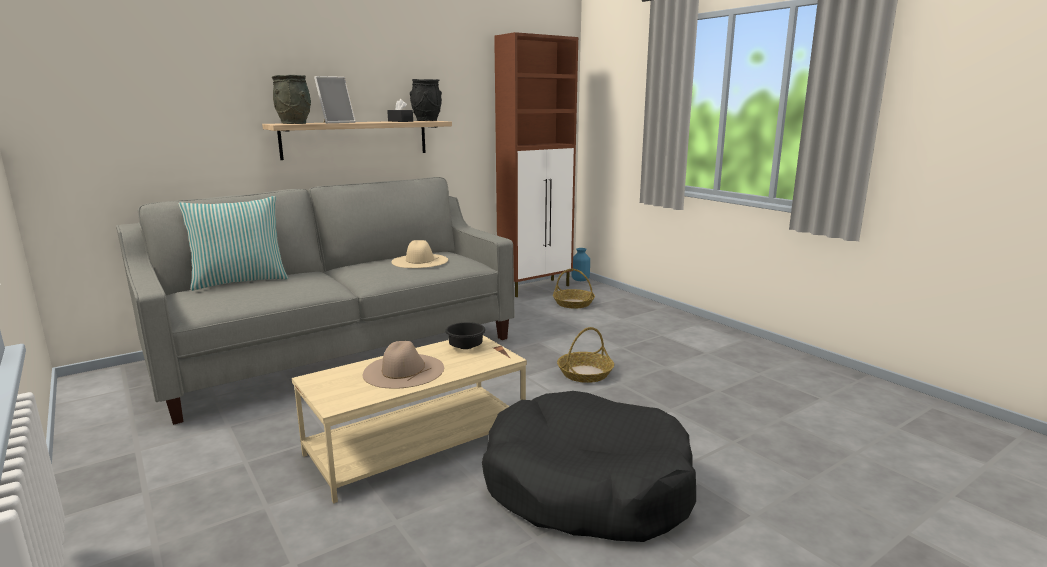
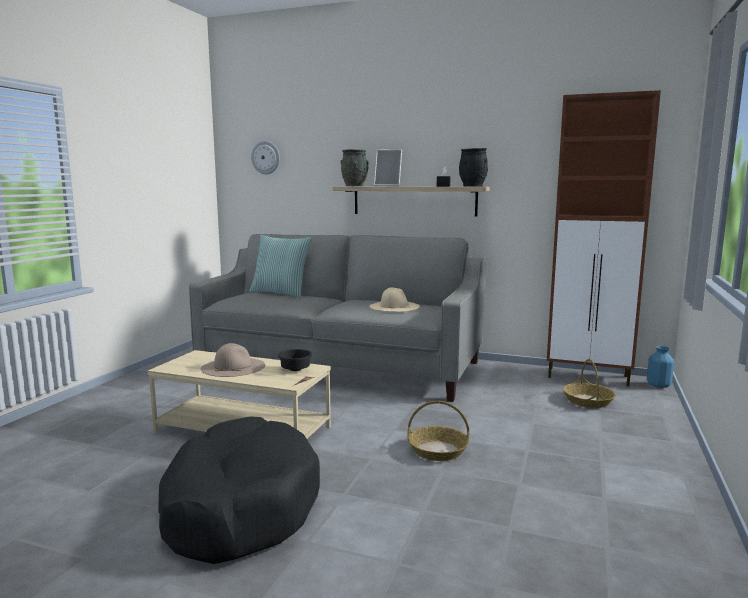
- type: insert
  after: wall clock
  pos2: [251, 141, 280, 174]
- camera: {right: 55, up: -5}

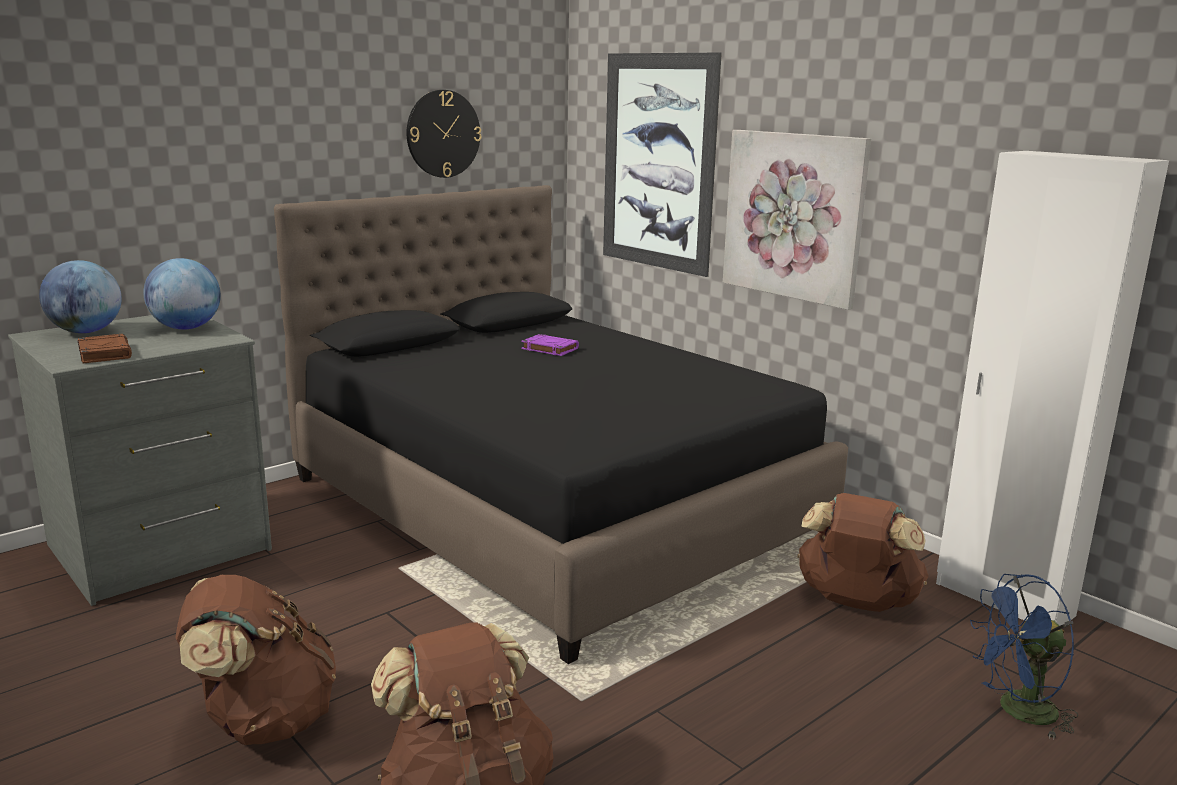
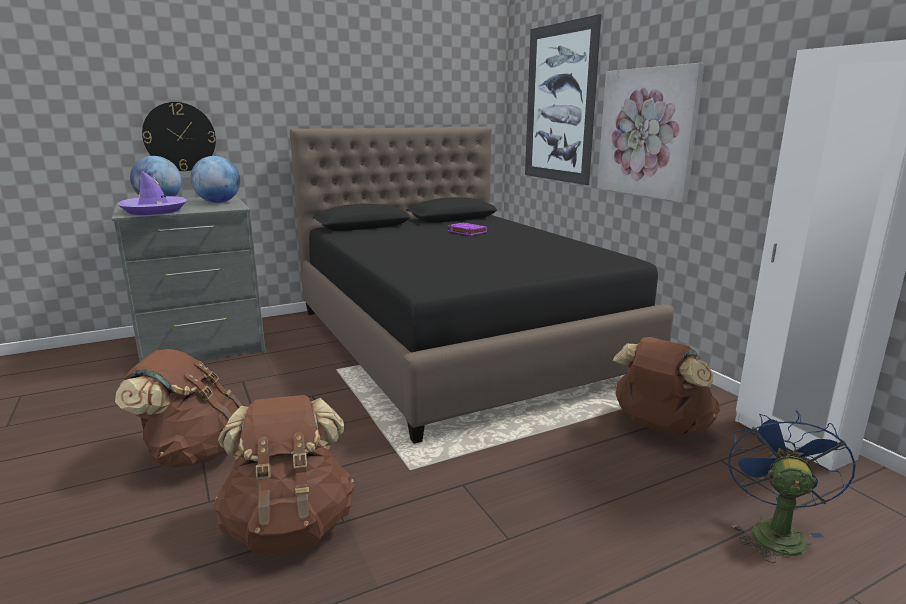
- type: move
  before: wall clock
  pos1: [407, 90, 482, 178]
  pos2: [142, 102, 216, 171]
- type: replace
  before: brown book
  after: purple hat
  pos1: [77, 334, 132, 363]
  pos2: [117, 170, 187, 215]
- type: rotate
  before: blue fan
  pos1: [970, 574, 1078, 740]
  pos2: [728, 410, 856, 563]
  turn: 105
- camera: {right: 15, up: 0}

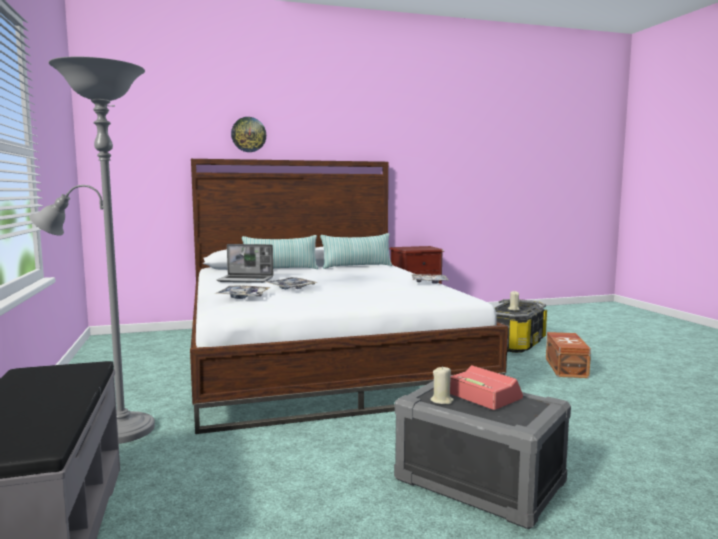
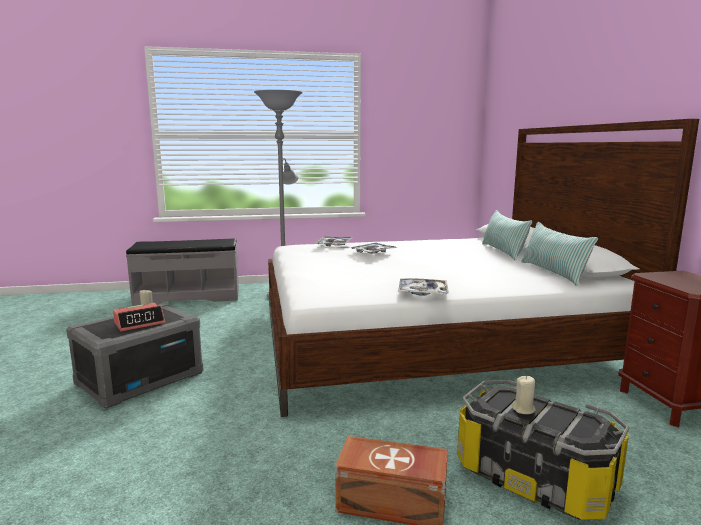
- type: delete
  before: laptop
  pos1: [217, 244, 273, 283]
- type: delete
  before: wall clock
  pos1: [231, 117, 266, 152]
- camera: {right: 95, up: 5}

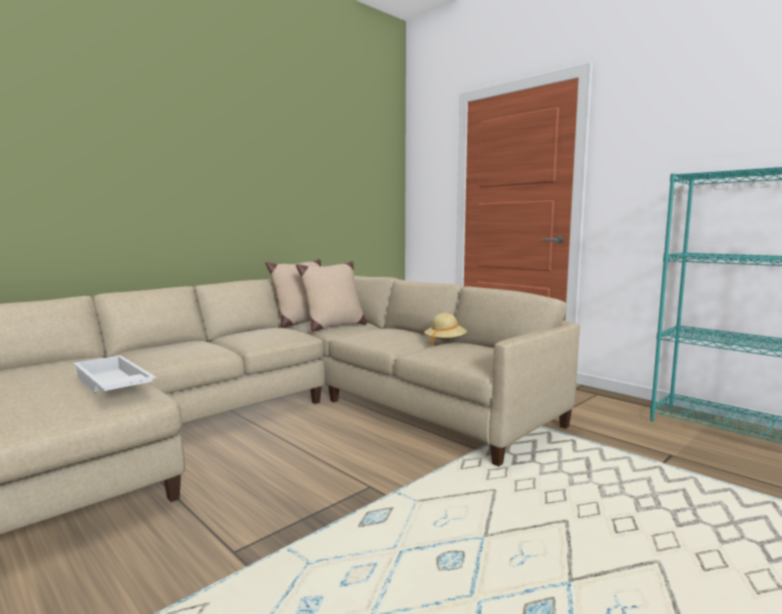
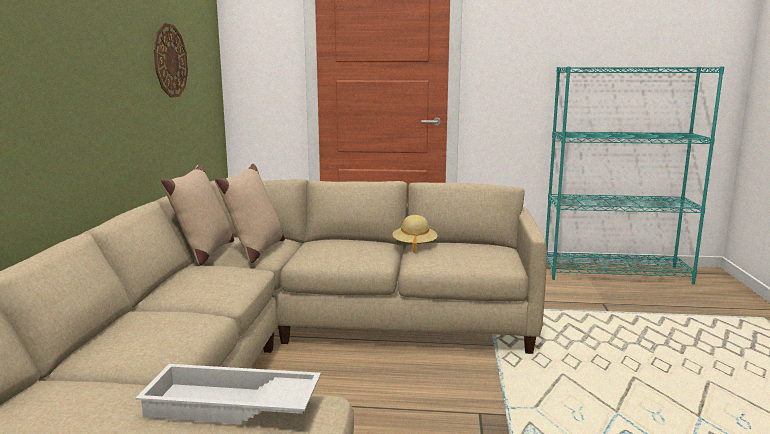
- type: insert
  after: wall clock
  pos2: [154, 23, 188, 98]
- camera: {right: -40, up: 5}

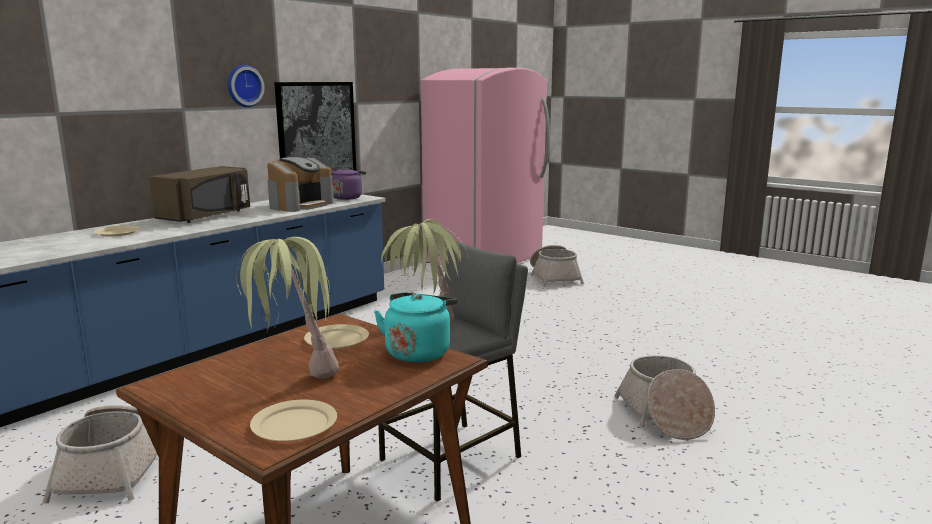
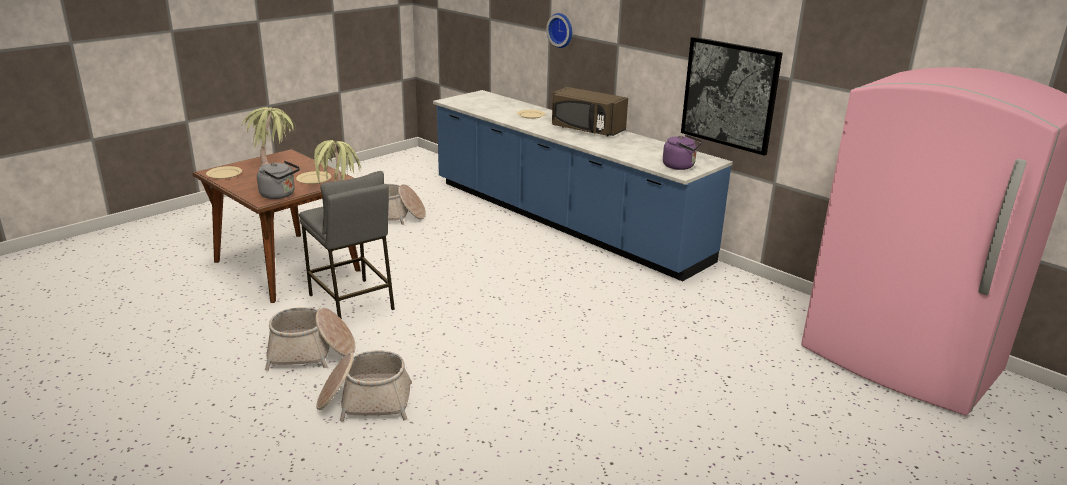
- type: delete
  before: coffee machine
  pos1: [267, 157, 334, 212]
- type: move
  before: wall clock
  pos1: [227, 65, 265, 107]
  pos2: [546, 13, 572, 48]
- type: move
  before: basket
  pos1: [530, 245, 584, 287]
  pos2: [265, 307, 355, 371]
- type: recolor
  before: turquoise kettle
  after: grey kettle
  pos1: [374, 292, 458, 363]
  pos2: [257, 160, 300, 199]
- camera: {right: 95, up: 10}

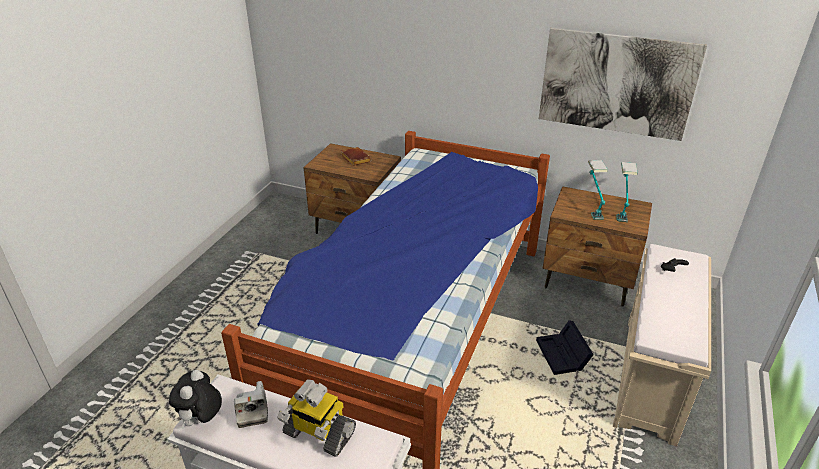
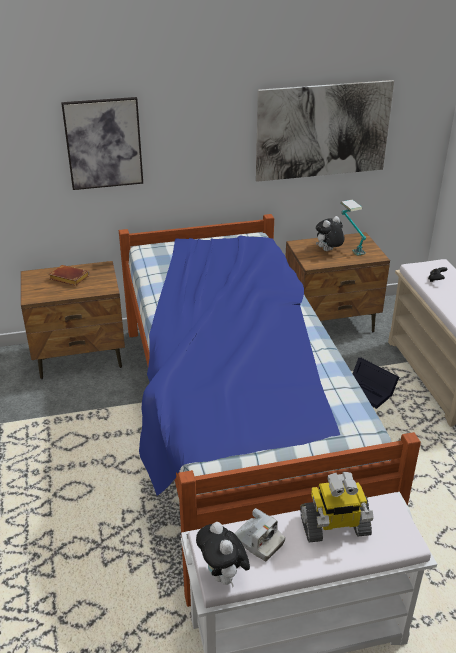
- type: insert
  after: picture
  pos2: [61, 97, 143, 190]
- type: replace
  before: table lamp
  after: plush toy
  pos1: [588, 160, 608, 220]
  pos2: [316, 216, 344, 251]
- camera: {right: -35, up: 0}

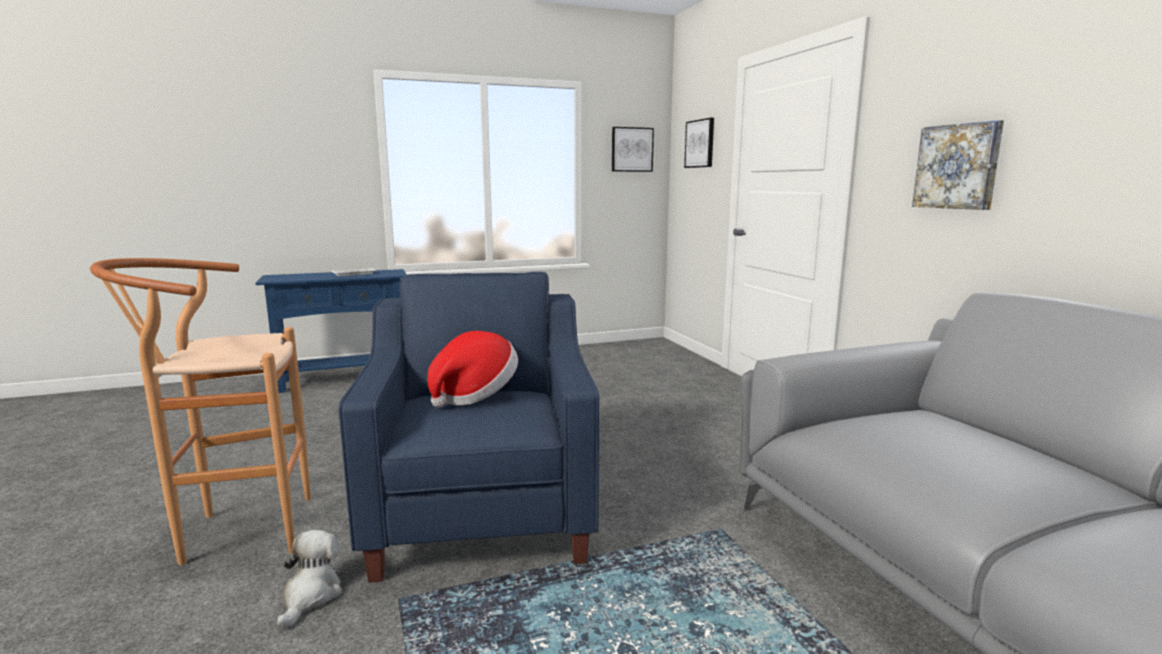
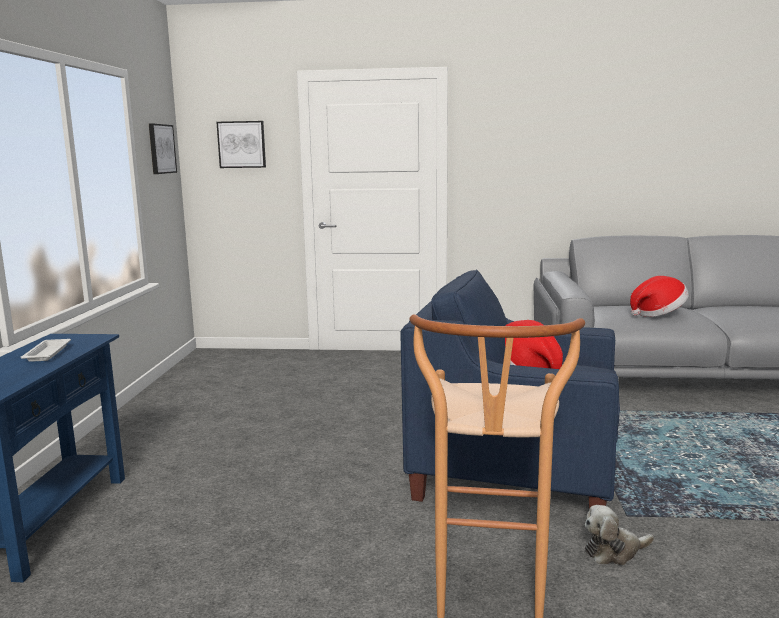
- type: delete
  before: picture
  pos1: [912, 120, 1004, 210]
- type: insert
  after: hat
  pos2: [630, 276, 689, 317]
- type: rotate
  before: plush toy
  pos1: [277, 530, 342, 629]
  pos2: [584, 505, 654, 565]
  turn: -45
- camera: {right: -65, up: 0}

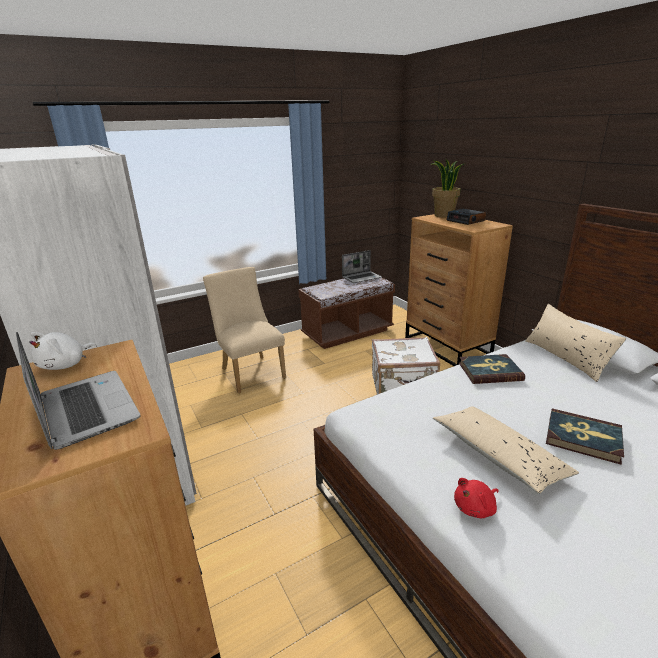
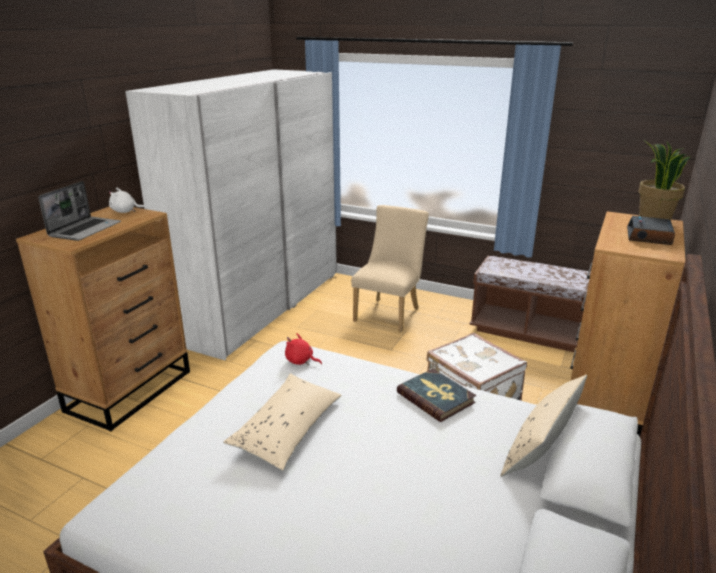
- type: delete
  before: laptop
  pos1: [342, 250, 382, 283]
- type: delete
  before: book
  pos1: [546, 408, 624, 465]
- type: move
  before: red plush toy
  pos1: [454, 478, 499, 518]
  pos2: [285, 333, 322, 365]
- camera: {right: 55, up: 0}

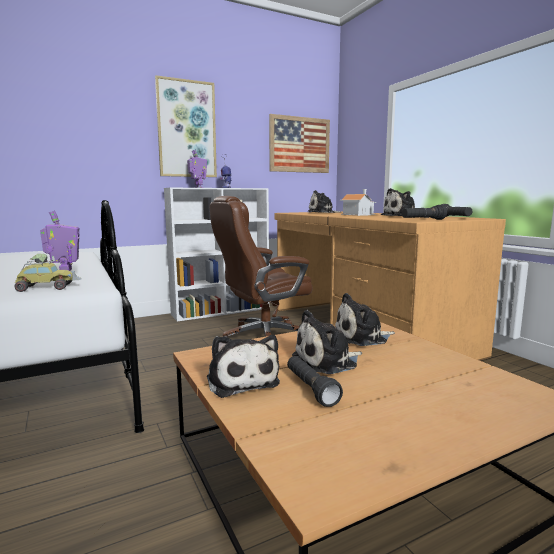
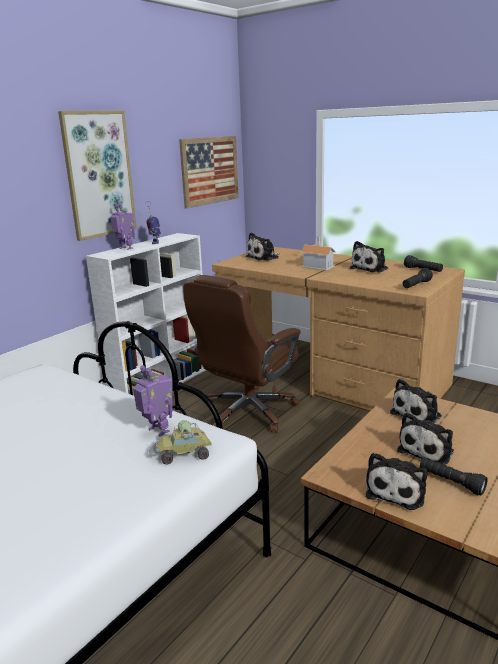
- type: rotate
  before: toy car
  pos1: [14, 254, 82, 292]
  pos2: [149, 420, 212, 464]
  turn: -150
- type: rotate
  before: plush toy
  pos1: [207, 335, 280, 398]
  pos2: [366, 452, 427, 510]
  turn: 75
- camera: {right: -25, up: 10}

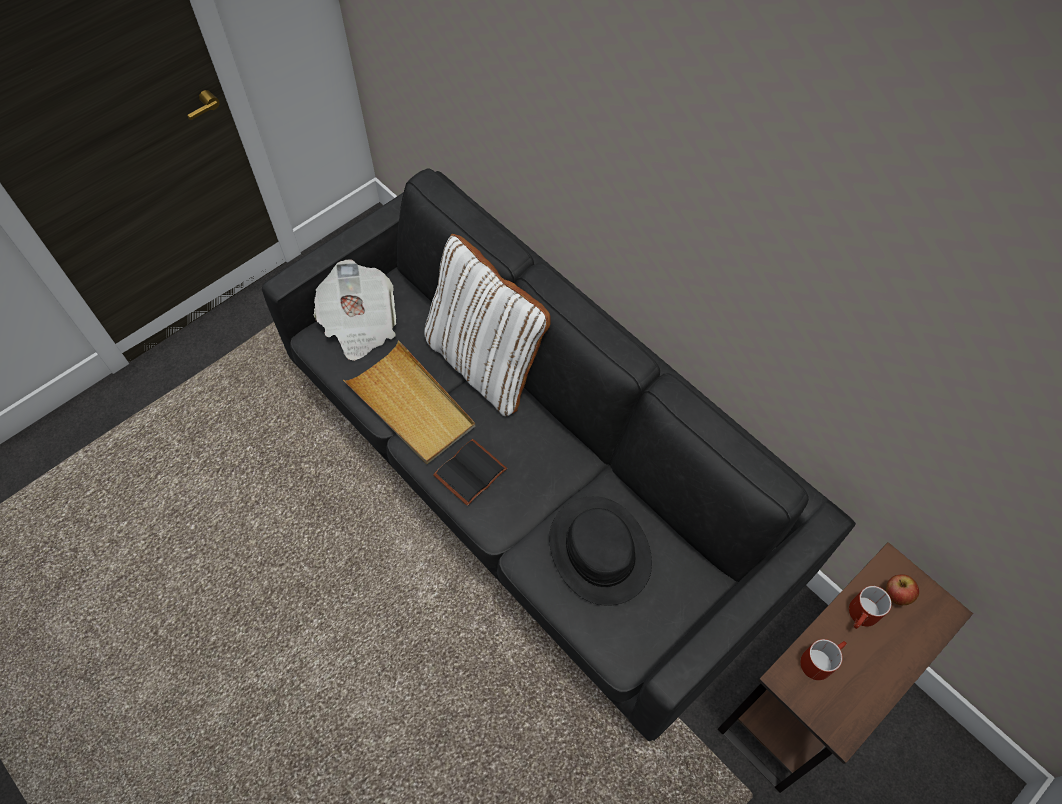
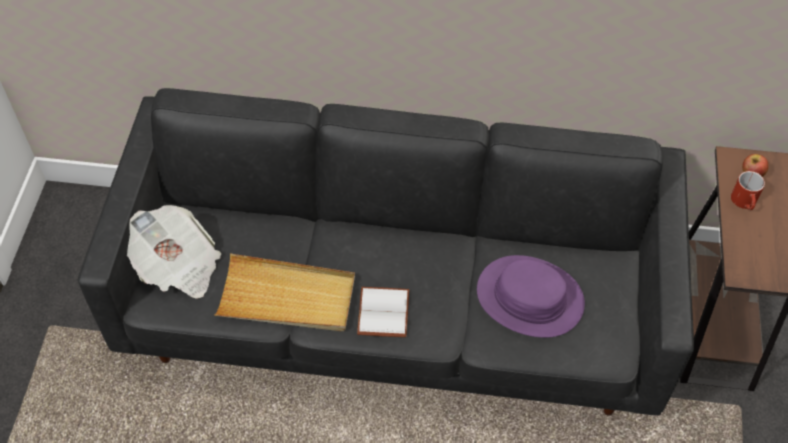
- type: delete
  before: white pillow
  pos1: [424, 234, 551, 417]
- type: delete
  before: red mug
  pos1: [800, 639, 847, 680]
- type: recolor
  before: black book
  after: white book
  pos1: [433, 439, 507, 506]
  pos2: [357, 287, 409, 337]
- type: recolor
  before: black hat
  after: purple hat
  pos1: [549, 496, 652, 606]
  pos2: [477, 255, 585, 338]
- camera: {right: -40, up: -5}

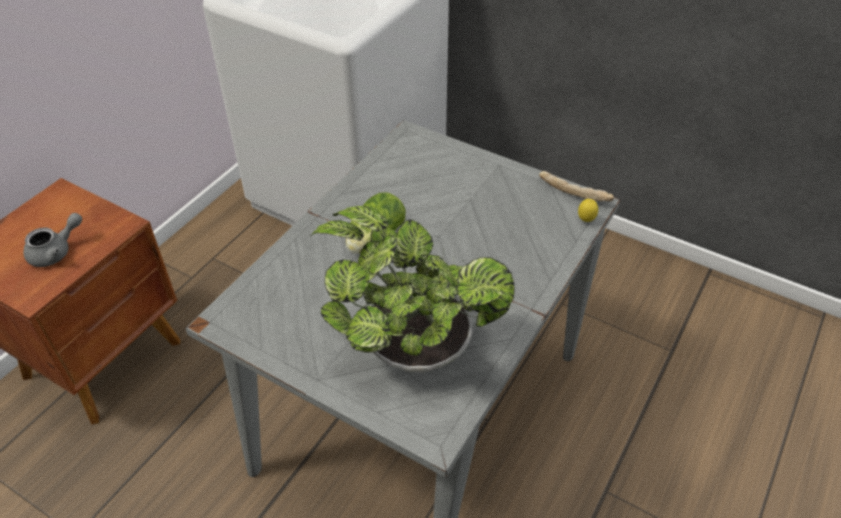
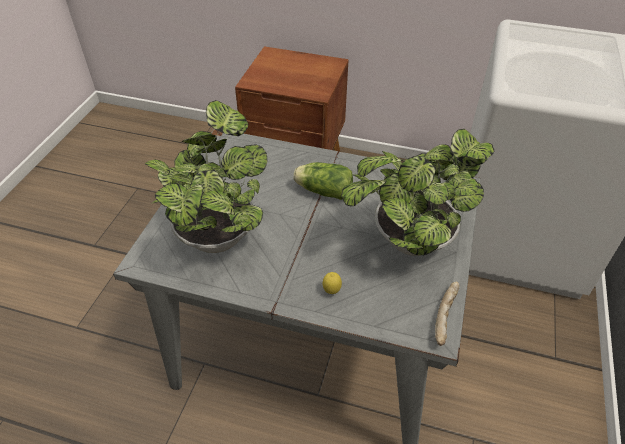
- type: delete
  before: grey teapot
  pos1: [23, 213, 82, 267]
- type: insert
  after: potted plant
  pos2: [341, 129, 494, 256]
- type: move
  before: lemon
  pos1: [578, 199, 598, 222]
  pos2: [323, 272, 342, 294]
- camera: {right: 75, up: 0}

